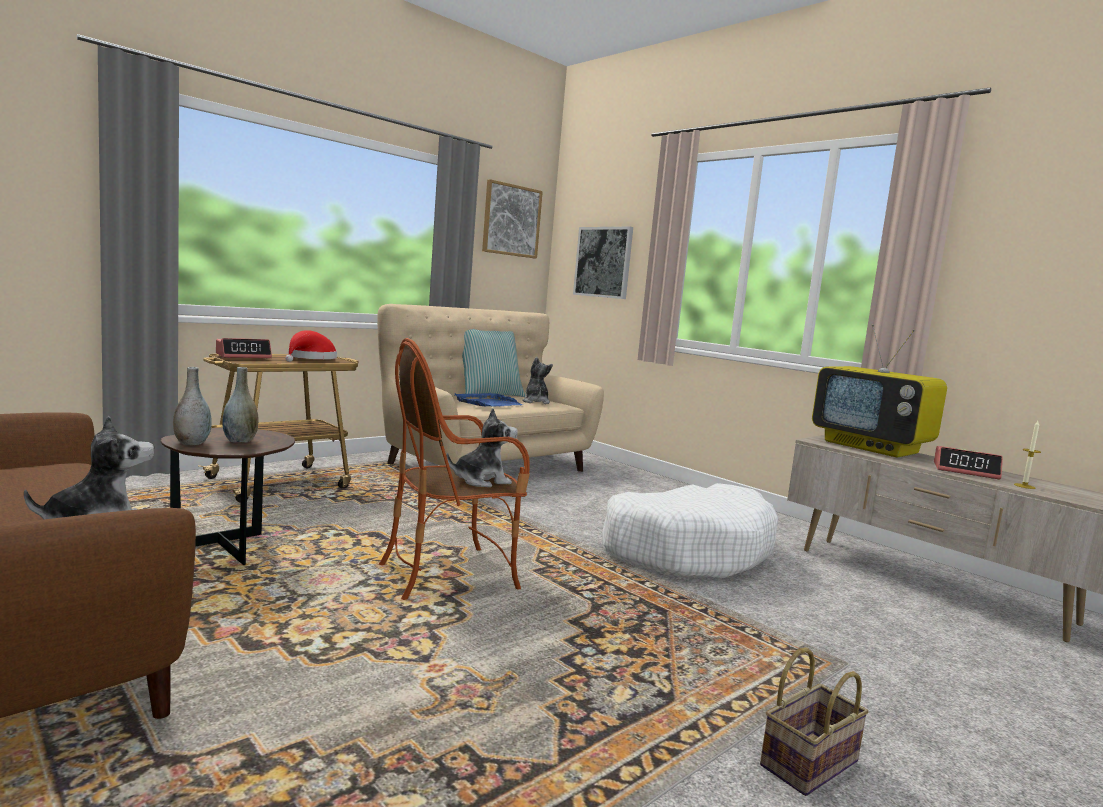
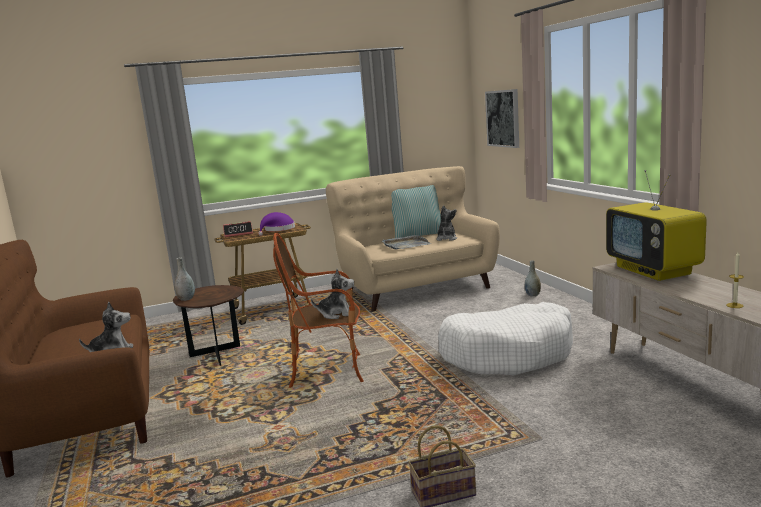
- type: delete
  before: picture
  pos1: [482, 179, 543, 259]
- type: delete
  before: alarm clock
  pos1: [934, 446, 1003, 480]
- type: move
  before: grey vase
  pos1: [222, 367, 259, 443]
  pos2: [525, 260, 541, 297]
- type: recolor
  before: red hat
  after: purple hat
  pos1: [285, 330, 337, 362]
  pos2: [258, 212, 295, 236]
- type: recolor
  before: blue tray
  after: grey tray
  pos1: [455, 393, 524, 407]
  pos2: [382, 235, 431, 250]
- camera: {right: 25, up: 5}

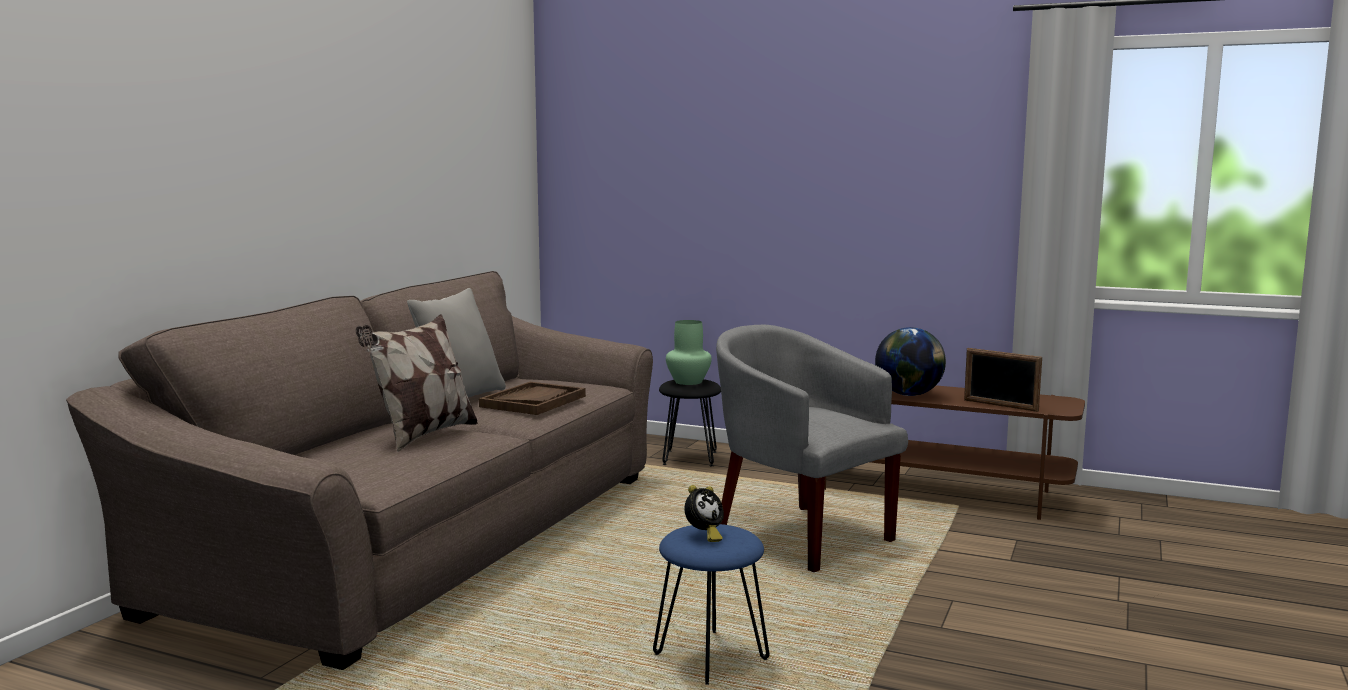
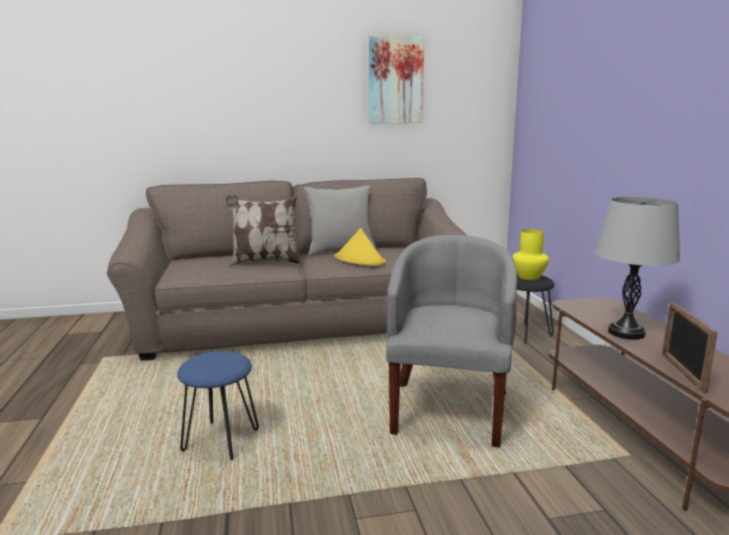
- type: delete
  before: alarm clock
  pos1: [684, 485, 724, 542]
- type: insert
  after: picture
  pos2: [369, 35, 424, 123]
- type: replace
  before: brown tray
  after: yellow hat
  pos1: [479, 382, 586, 415]
  pos2: [335, 228, 386, 266]
- type: replace
  before: globe
  after: grey table lamp
  pos1: [875, 327, 946, 396]
  pos2: [595, 197, 680, 340]
- type: recolor
  before: green vase
  after: yellow vase
  pos1: [666, 320, 712, 385]
  pos2: [512, 229, 549, 280]
- camera: {right: 55, up: 5}

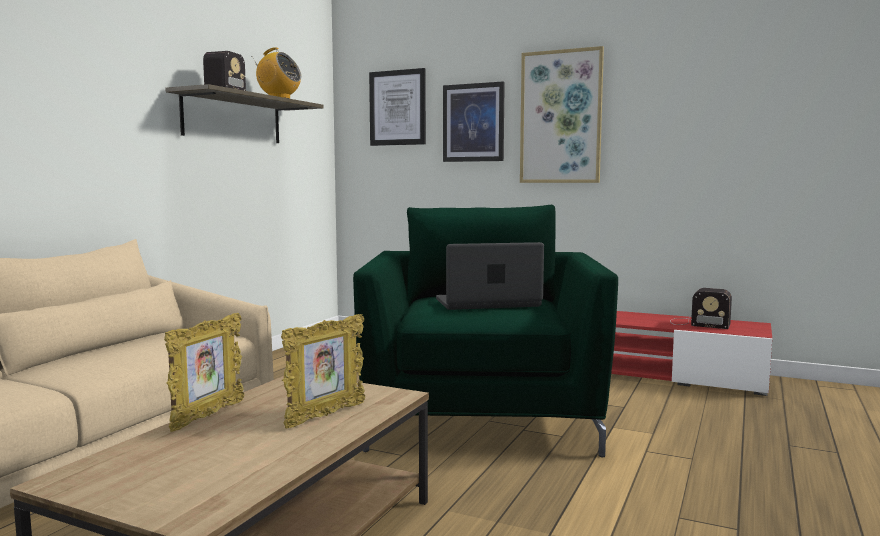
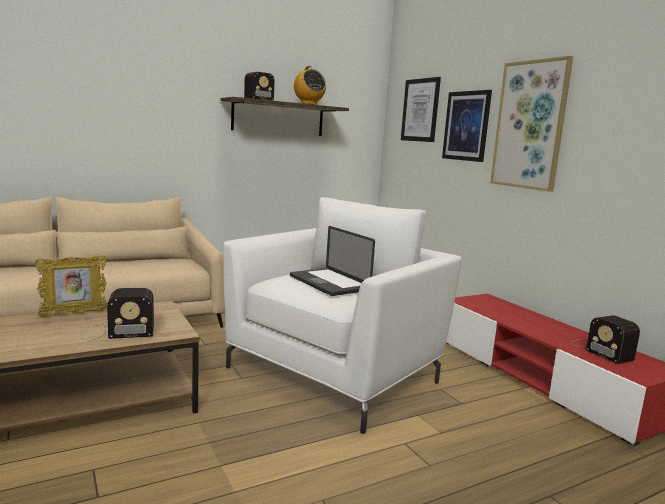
- type: replace
  before: picture frame
  after: radio
  pos1: [281, 314, 365, 428]
  pos2: [81, 288, 154, 340]
- type: recolor
  before: green armchair
  after: white armchair
  pos1: [353, 205, 618, 457]
  pos2: [223, 197, 462, 434]
- type: rotate
  before: laptop
  pos1: [436, 242, 544, 310]
  pos2: [290, 226, 375, 296]
  turn: -150
- camera: {right: 35, up: 5}

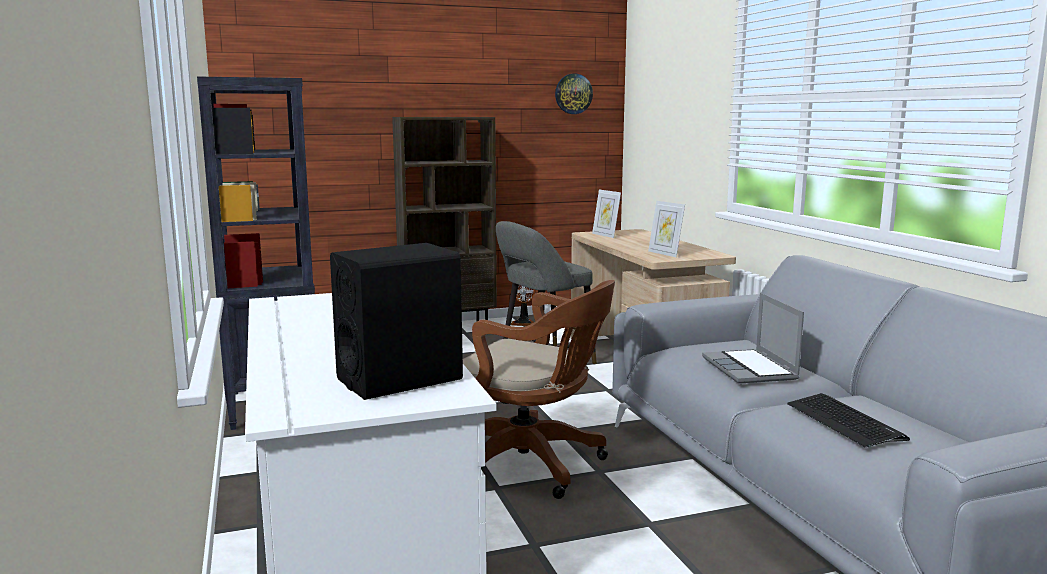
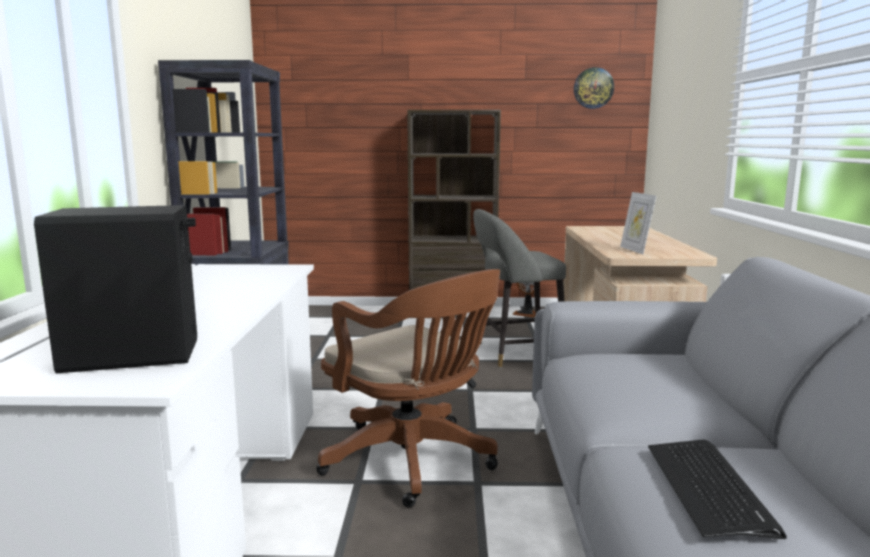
- type: delete
  before: picture frame
  pos1: [592, 190, 621, 238]
- type: delete
  before: laptop
  pos1: [702, 293, 804, 384]
- camera: {right: 20, up: 0}

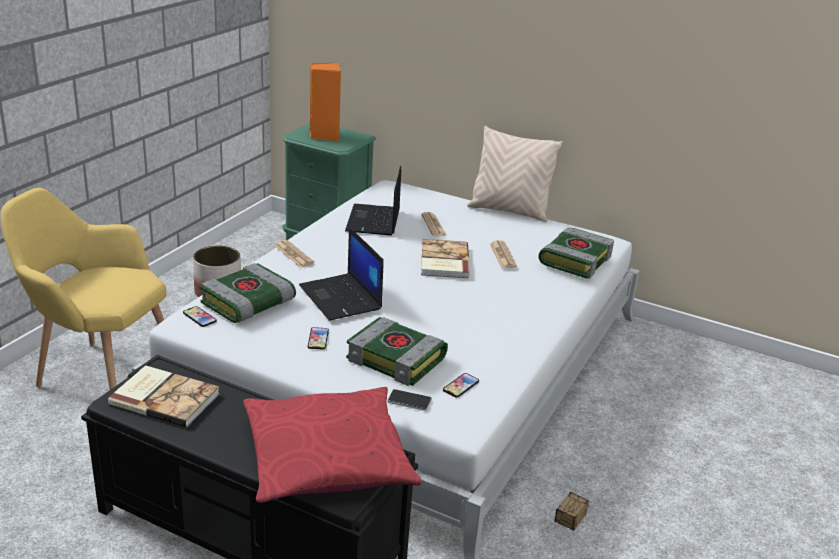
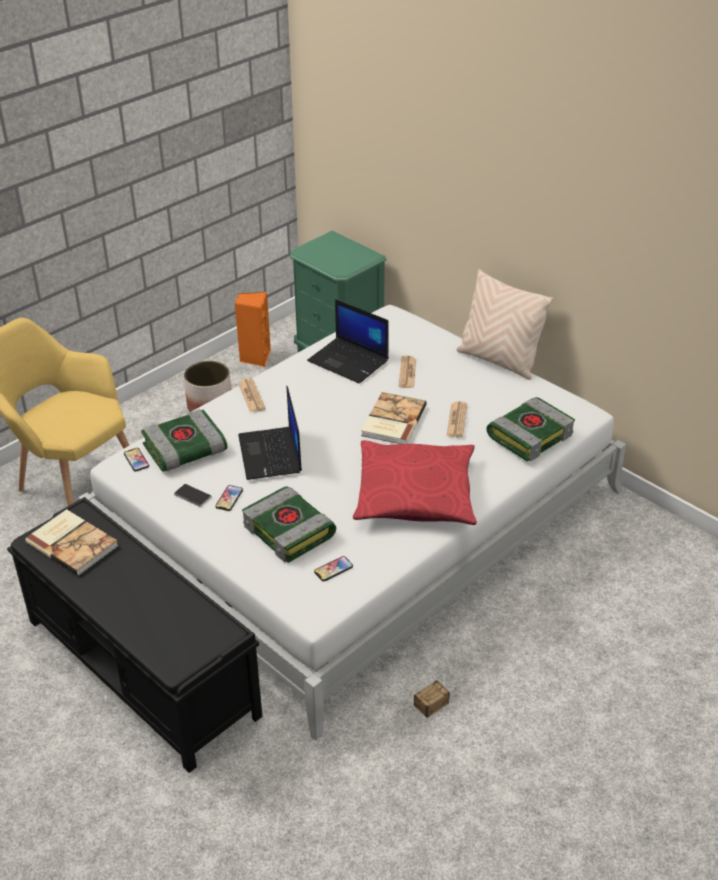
- type: move
  before: red pillow
  pos1: [243, 387, 422, 503]
  pos2: [353, 440, 477, 525]
- type: move
  before: orange speaker
  pos1: [310, 62, 341, 141]
  pos2: [235, 292, 271, 367]
- type: move
  before: phone
  pos1: [388, 389, 432, 411]
  pos2: [174, 484, 212, 507]
- type: rotate
  before: laptop
  pos1: [345, 166, 401, 236]
  pos2: [307, 299, 389, 384]
  turn: -75
- camera: {right: 20, up: 10}

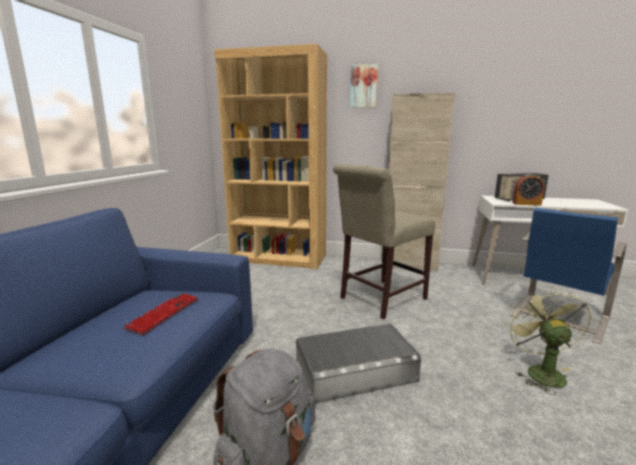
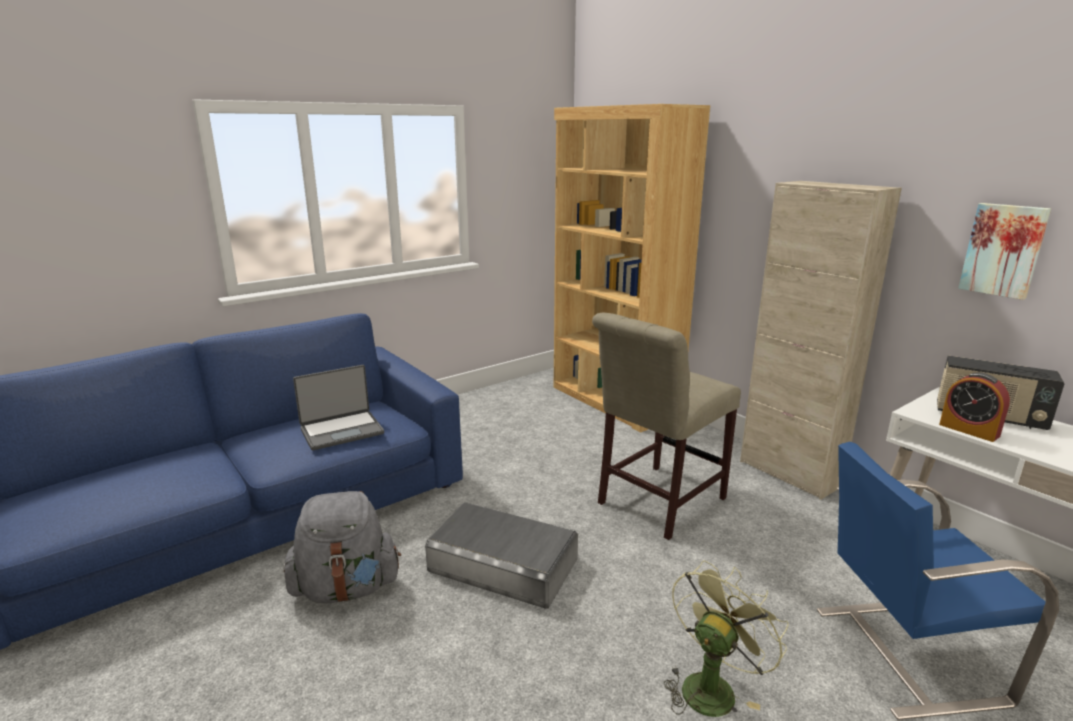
- type: move
  before: picture
  pos1: [350, 64, 378, 108]
  pos2: [958, 203, 1051, 300]
- type: replace
  before: keyboard
  after: laptop
  pos1: [124, 293, 198, 335]
  pos2: [293, 365, 384, 451]
- type: rotate
  before: beige chair
  pos1: [333, 164, 435, 319]
  pos2: [592, 313, 741, 540]
  turn: -45
- camera: {right: 40, up: 5}

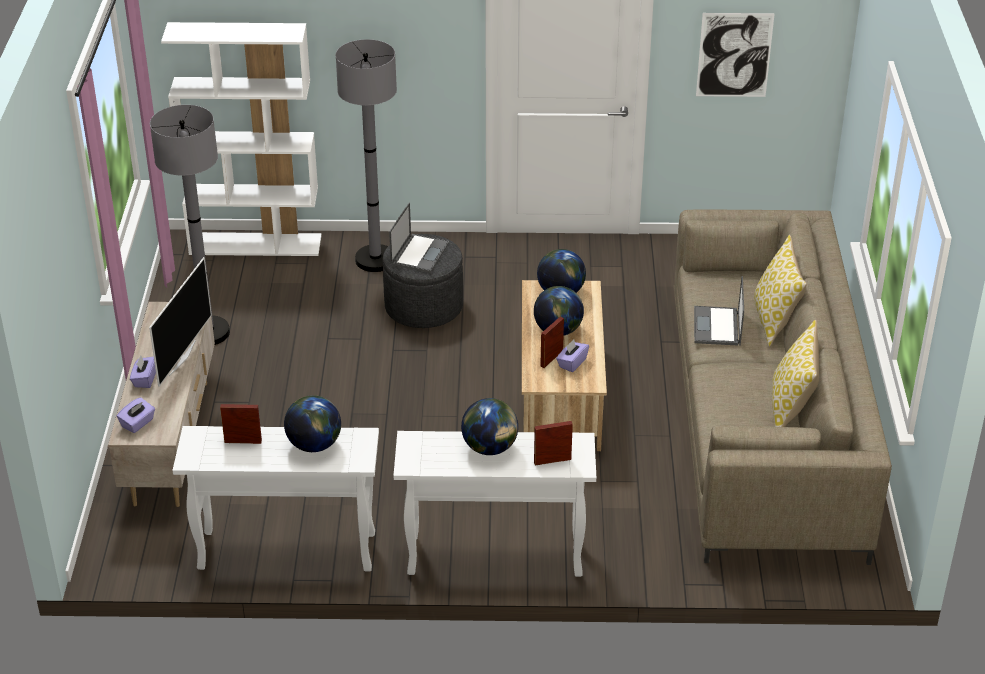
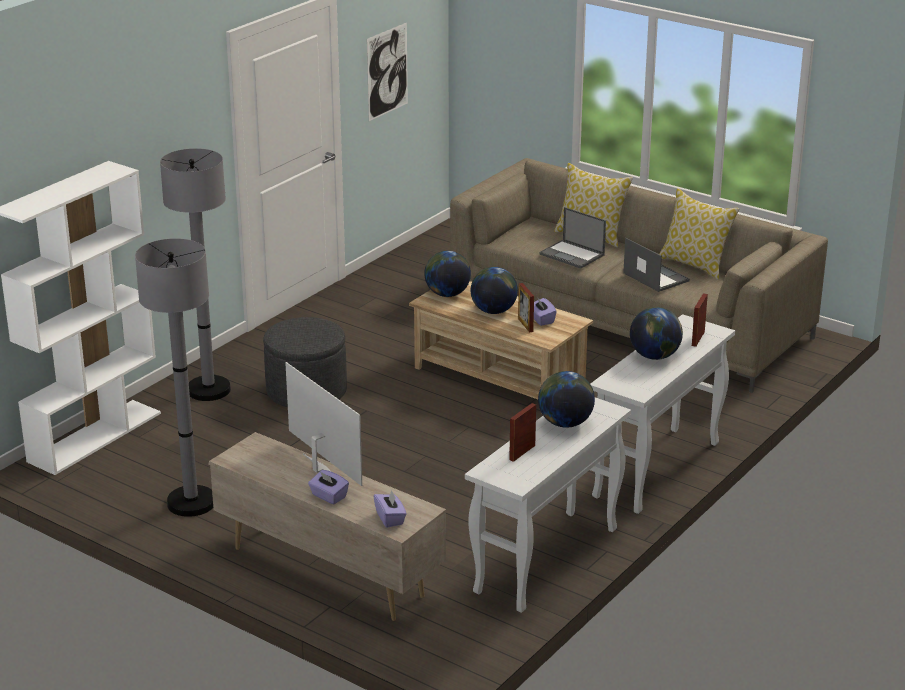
- type: move
  before: laptop
  pos1: [389, 202, 449, 273]
  pos2: [623, 238, 690, 292]
- camera: {right: -55, up: -10}

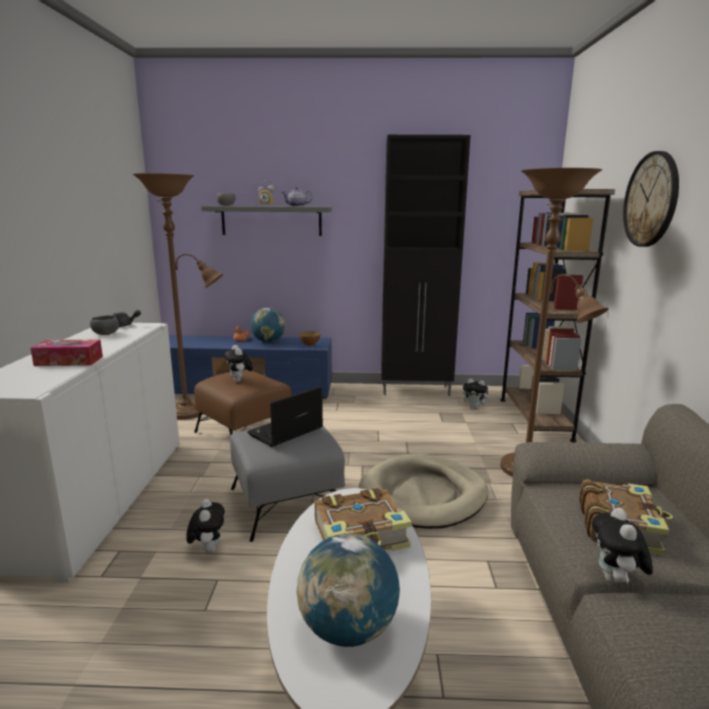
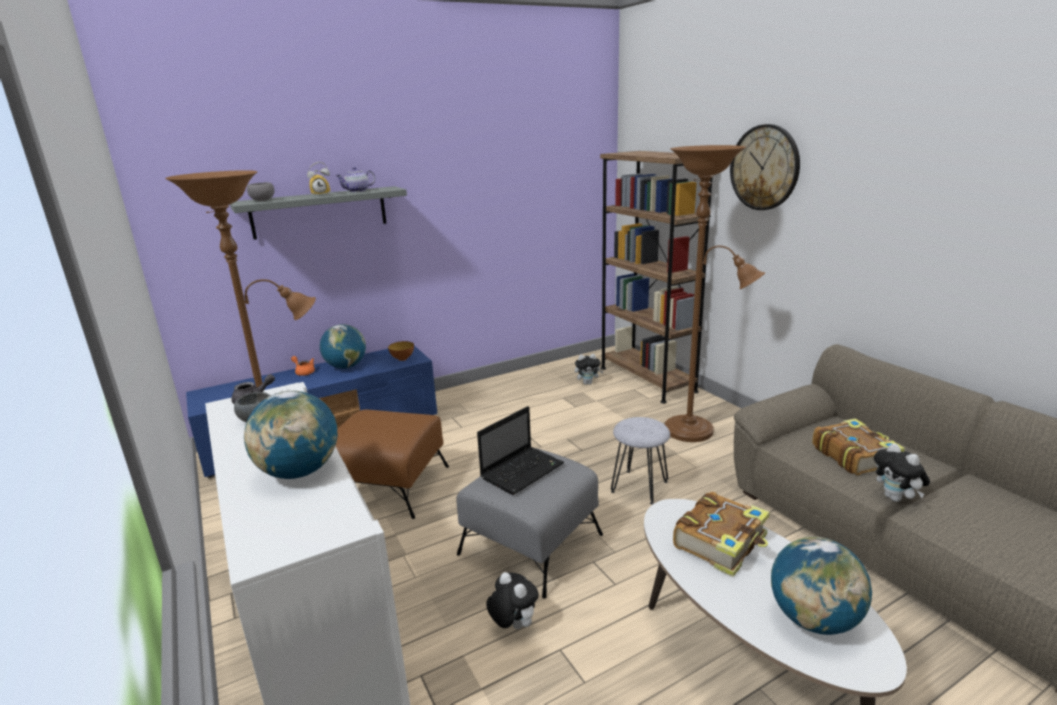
- type: delete
  before: plush toy
  pos1: [224, 345, 253, 382]
- type: delete
  before: black cabinet
  pos1: [381, 135, 471, 396]
- type: replace
  before: tissue box
  after: globe
  pos1: [30, 339, 103, 366]
  pos2: [244, 390, 338, 479]
- type: replace
  before: beige dog bed
  after: grey stool
  pos1: [359, 454, 488, 529]
  pos2: [611, 417, 670, 504]
- type: rotate
  before: laptop
  pos1: [247, 386, 323, 447]
  pos2: [477, 406, 564, 495]
  turn: -150
- camera: {right: -30, up: 5}

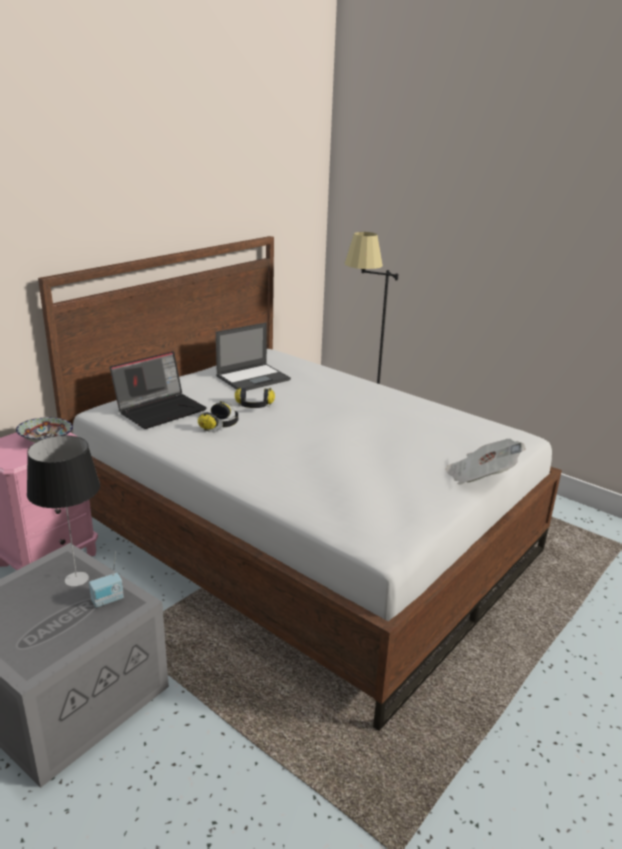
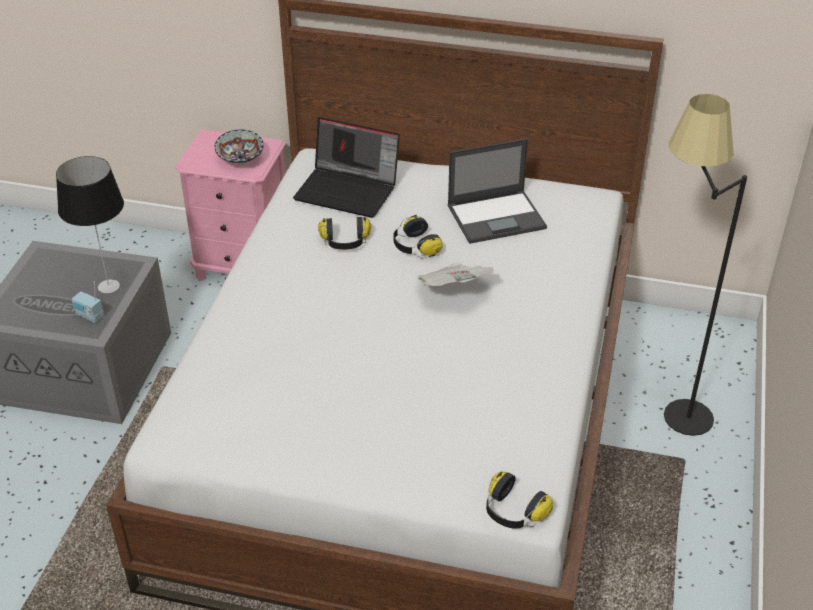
- type: insert
  after: headphones
  pos2: [486, 472, 553, 529]
- type: move
  before: newspaper
  pos1: [445, 439, 526, 485]
  pos2: [418, 263, 494, 286]
- type: rotate
  before: laptop
  pos1: [216, 322, 291, 391]
  pos2: [448, 139, 547, 244]
  turn: -45
- camera: {right: 65, up: 15}

